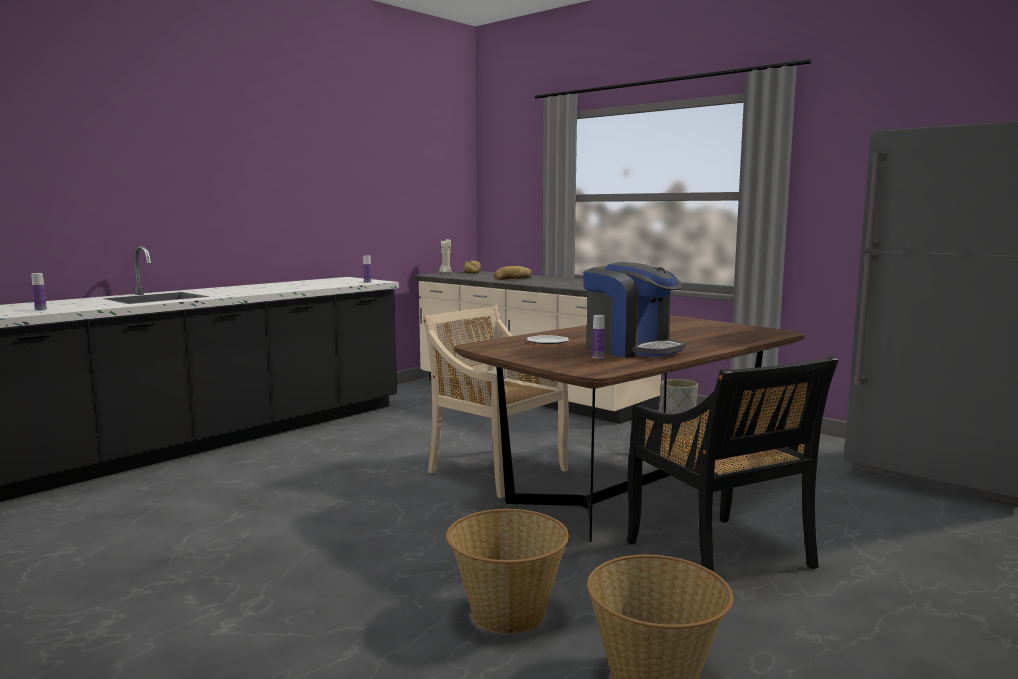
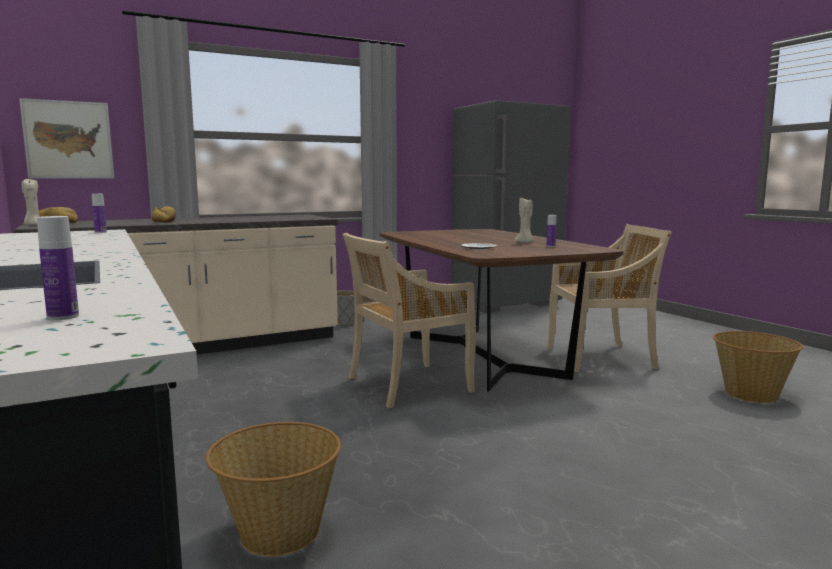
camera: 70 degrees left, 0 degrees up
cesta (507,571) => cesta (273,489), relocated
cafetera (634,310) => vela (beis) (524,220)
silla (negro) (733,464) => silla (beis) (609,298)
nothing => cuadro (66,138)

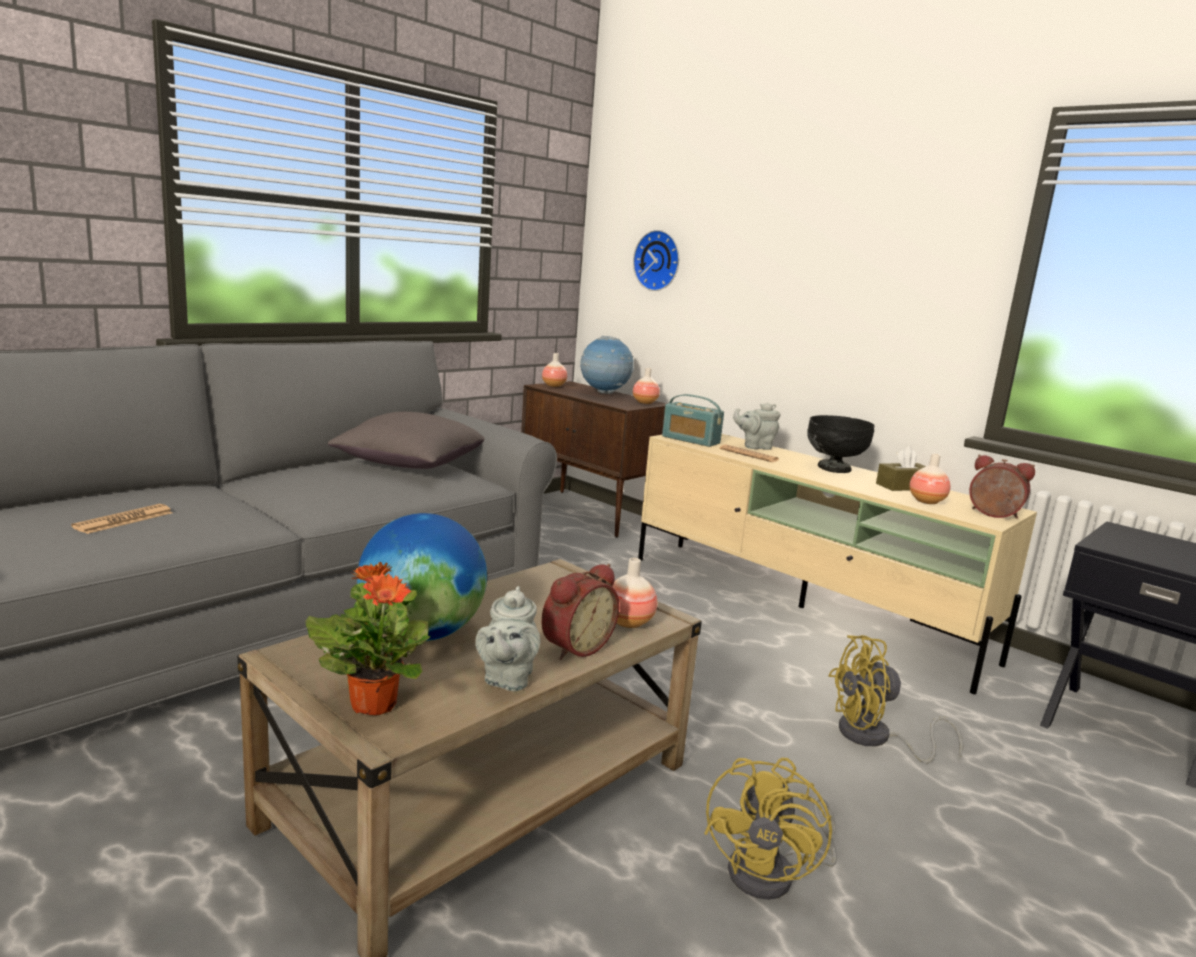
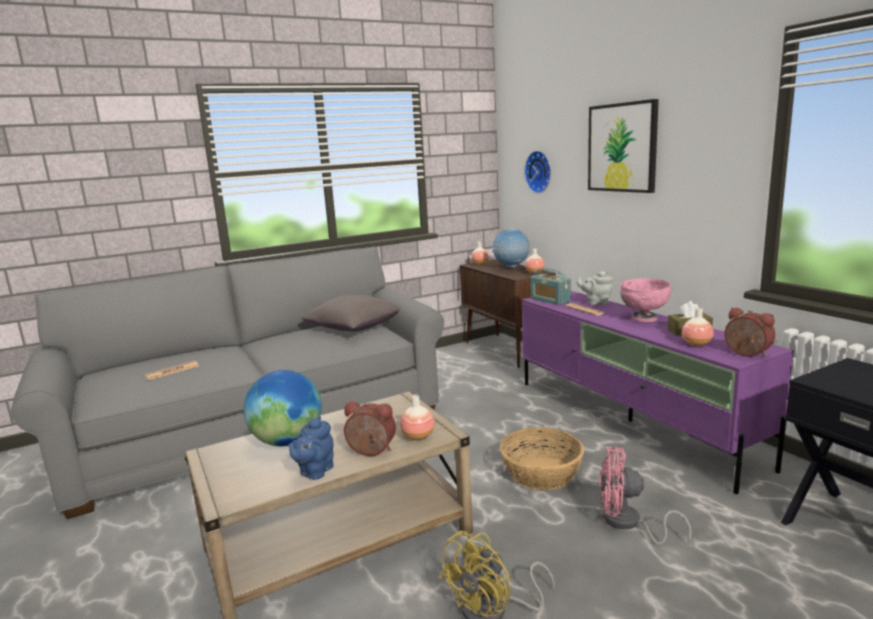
camera: 20 degrees right, 0 degrees up
planta en maceta (368,638) => nothing
tetera (gris) (508,638) => tetera (azul) (311,448)
despertador (580,612) => despertador (370,428), 135 degrees counterclockwise
mueble de televisión (beis) (837,564) => mueble de televisión (morado) (657,392)
cuenco (negro) (840,444) => cuenco (rosa) (645,300)
ventilador (amarillo) (895,699) => ventilador (rosa) (645,496)
nothing => cesta (542,458)
nothing => cuadro (623,146)

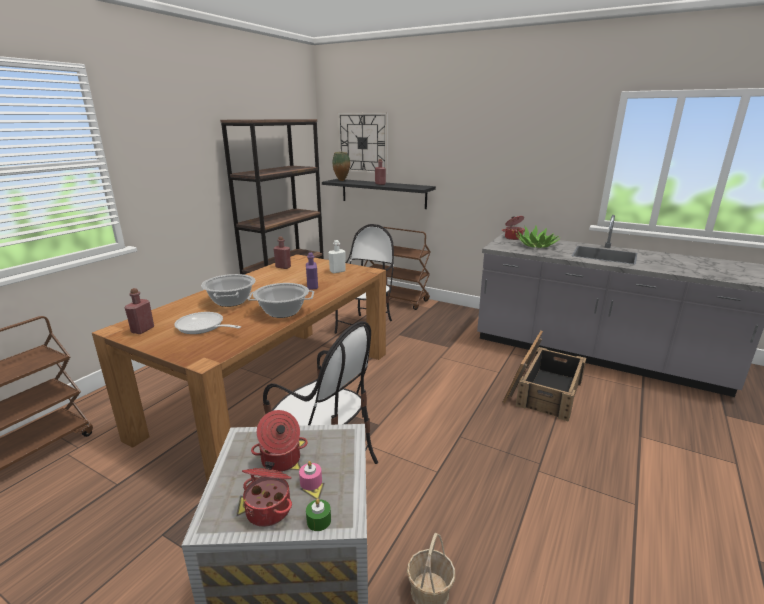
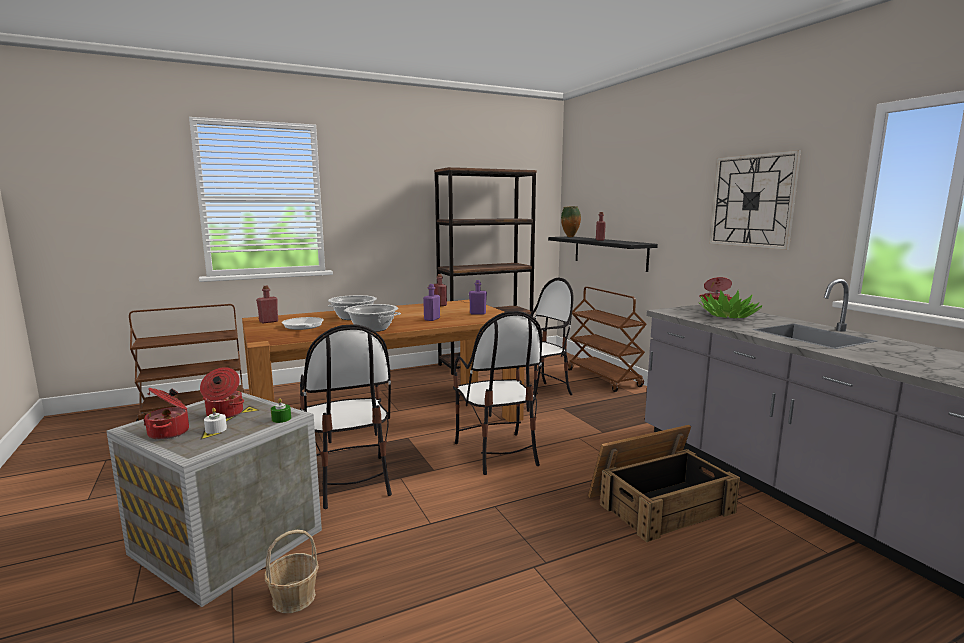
camera: 35 degrees right, 10 degrees down
vela (rosa) (310,475) => vela (blanco) (215,421)
vela (verde) (318,514) => vela (verde) (281,410), relocated
botella (blanco) (337,256) => botella (morado) (478,297)
reloj de pared (362,143) => reloj de pared (755,200), relocated
nothing => silla (497,393)

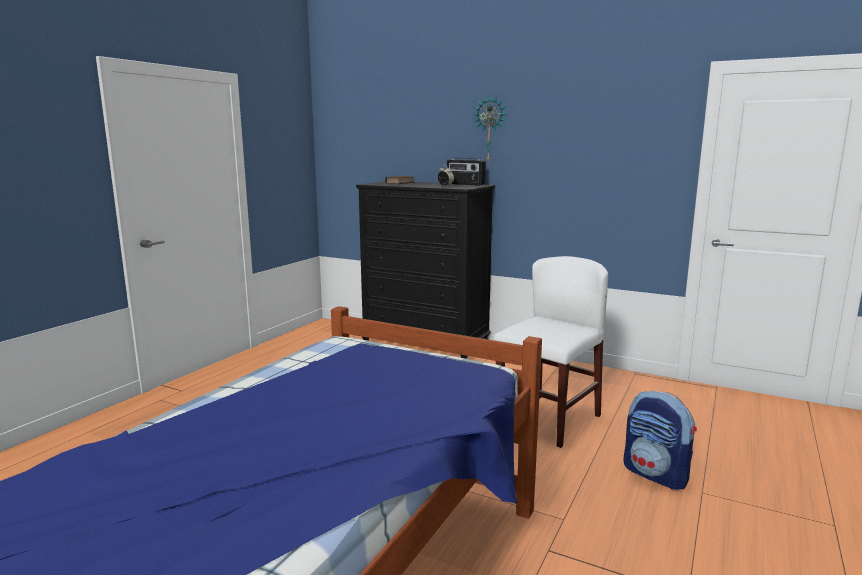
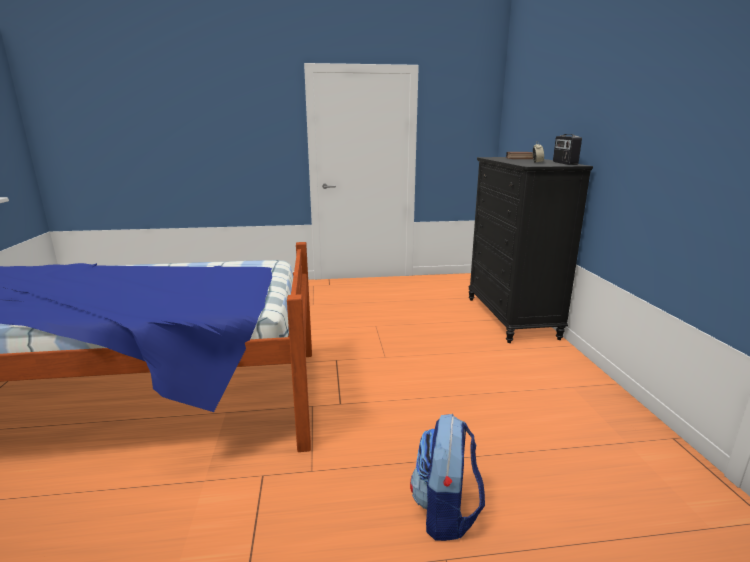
camera: 55 degrees right, 5 degrees up
reloj de pared (489,129) => nothing
silla (blanco) (551,352) => nothing

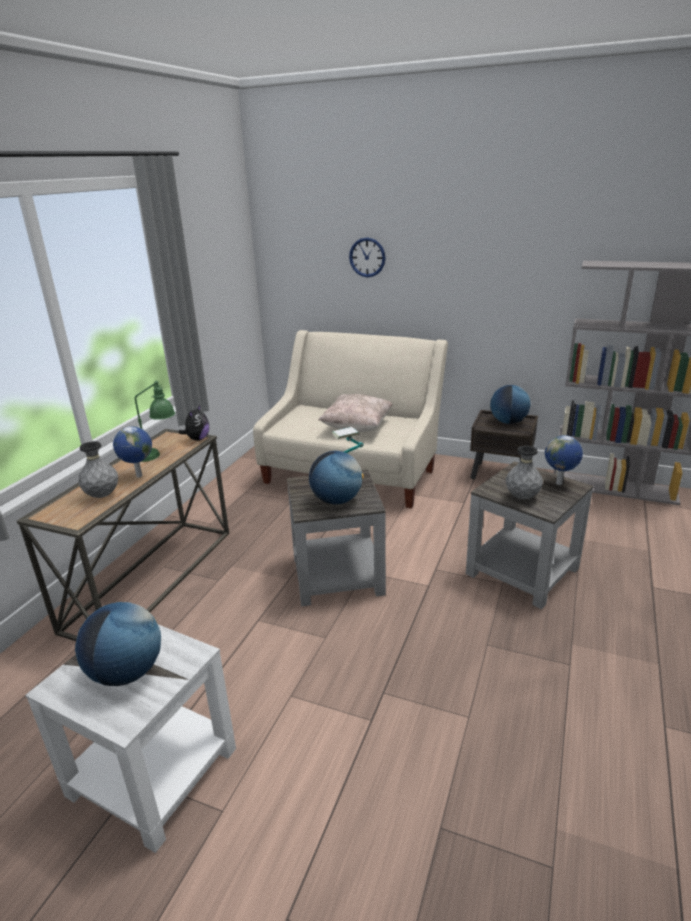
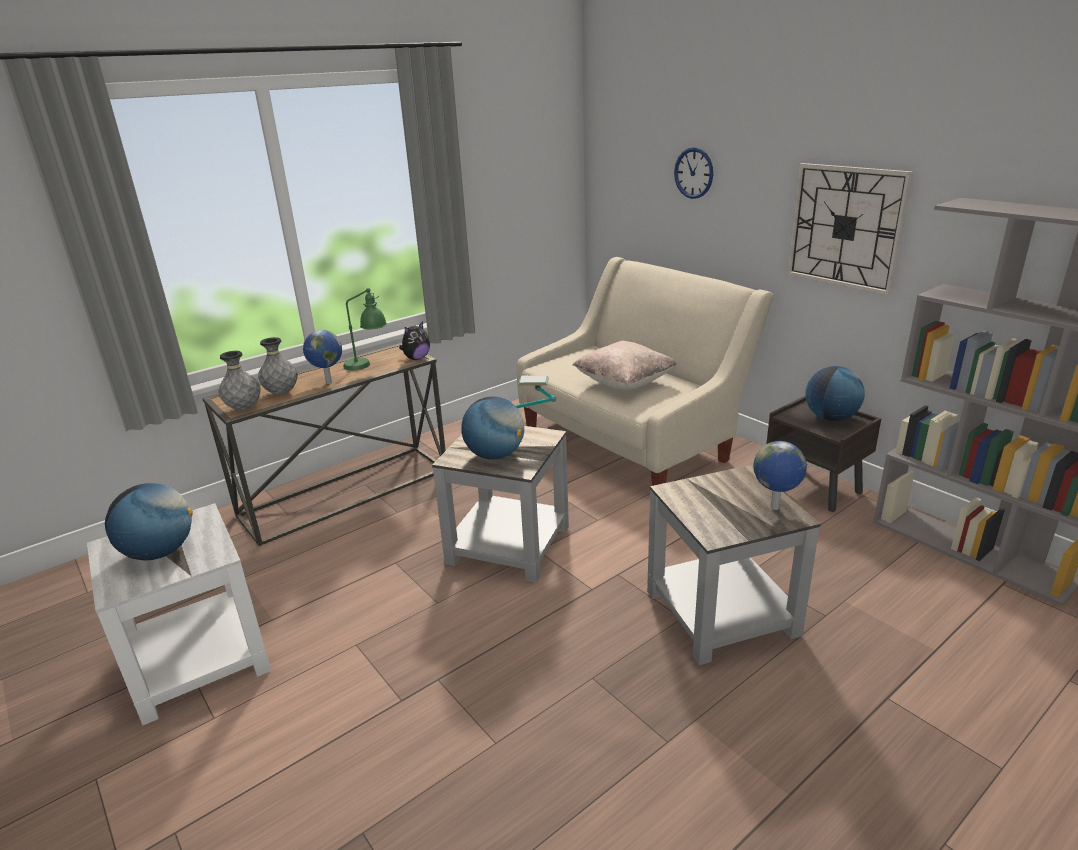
camera: 30 degrees right, 0 degrees up
florero (gris) (524,472) => florero (gris) (240,381), relocated
nothing => reloj de pared (850,229)

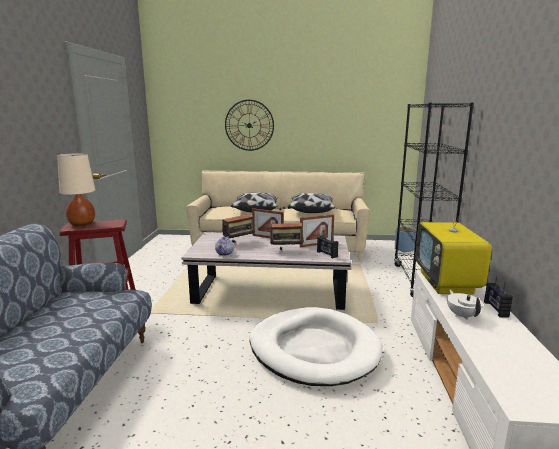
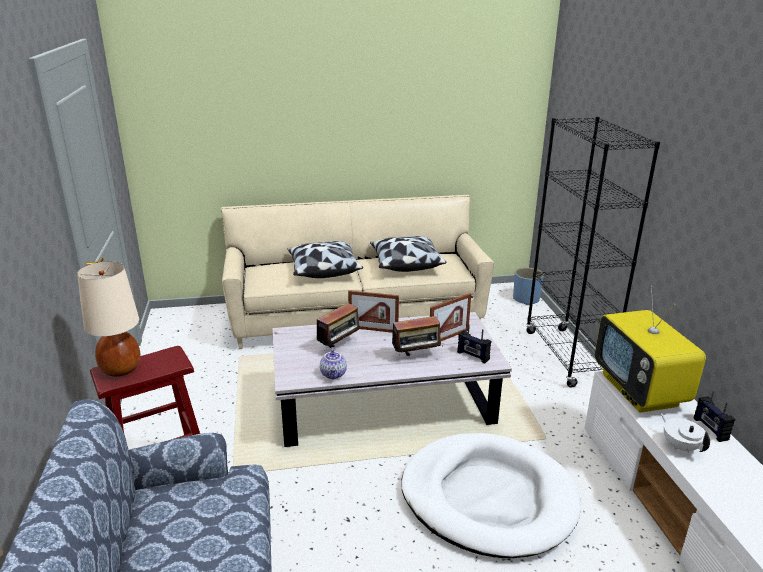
camera: 15 degrees left, 10 degrees up
reloj de pared (249,125) => nothing

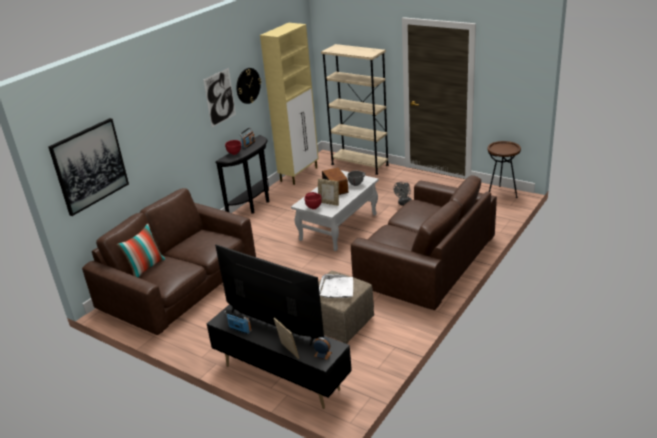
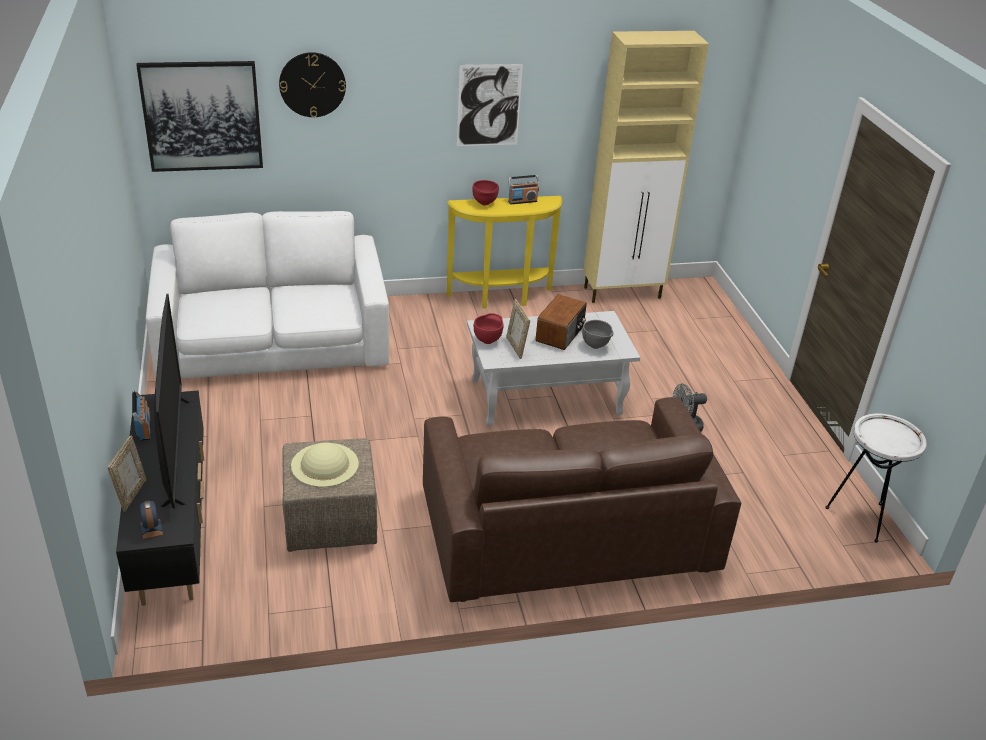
camera: 40 degrees right, 5 degrees up
sofá (marrón) (169,261) => sofá (blanco) (267,295)
cojín (141,251) => nothing
mesa consola (negro) (242,174) => mesa consola (amarillo) (504,252)
reloj de pared (248,86) => reloj de pared (312,85), relocated
bandeja (blanco) (336,286) => sombrero (beis) (325,464)
estantería (beis) (355,109) => nothing
mesa auxiliar (marrón) (504,169) => mesa auxiliar (blanco) (876,478)

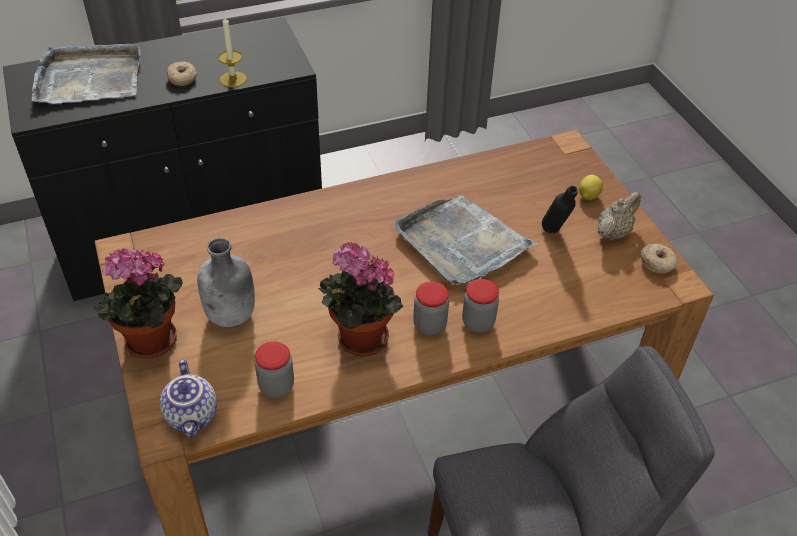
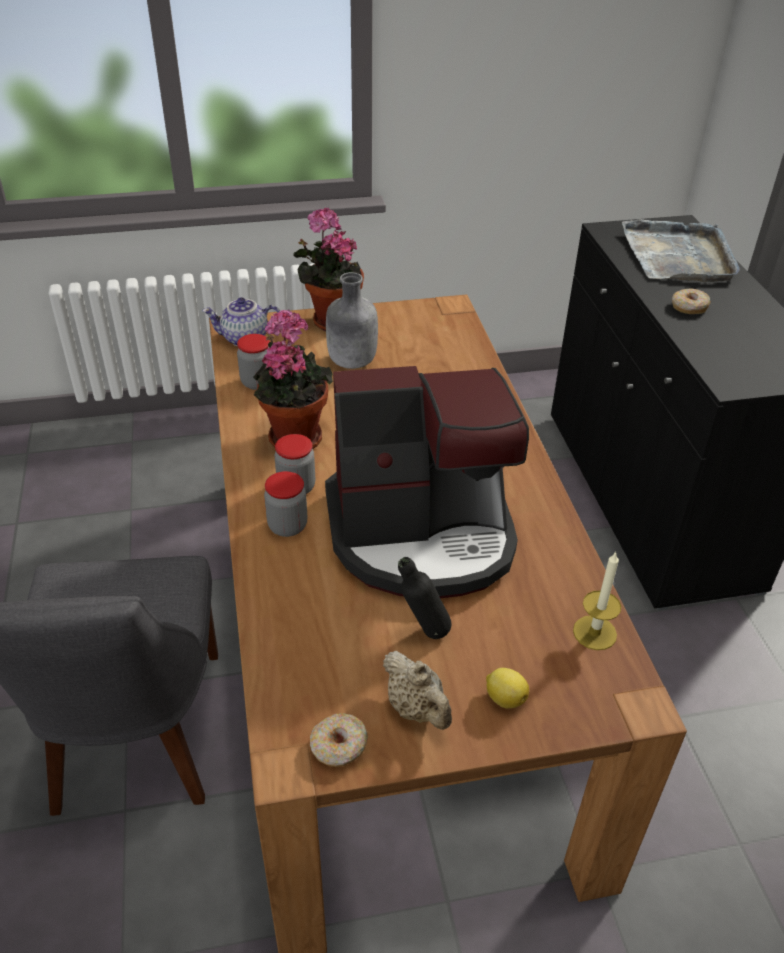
camera: 100 degrees right, 5 degrees down
vela (233,51) => vela (597,601), relocated
bandeja (gris) (466,239) => cafetera (427,482)

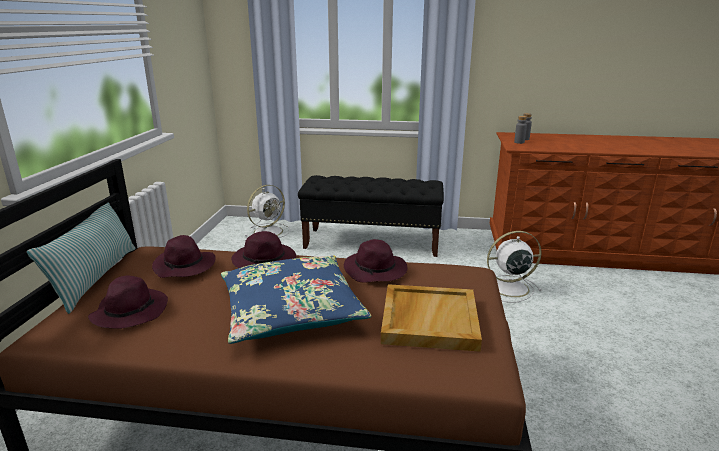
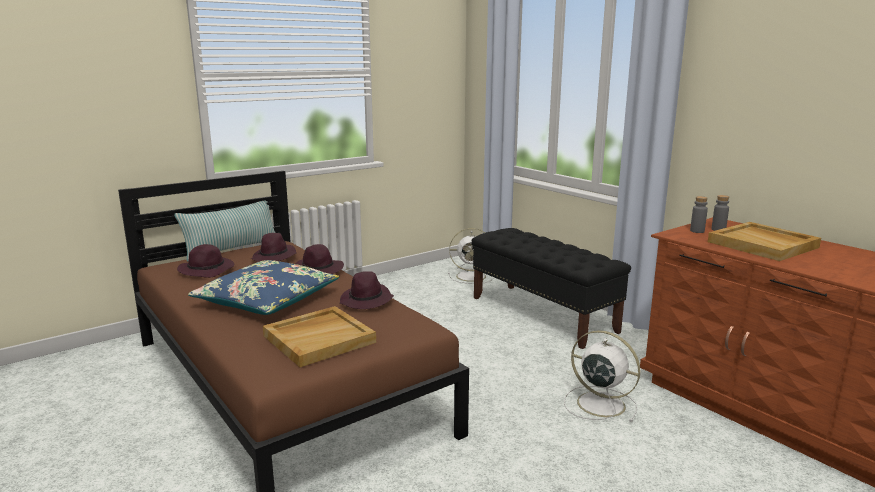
camera: 45 degrees right, 5 degrees down
nothing => bandeja (beis) (764,241)

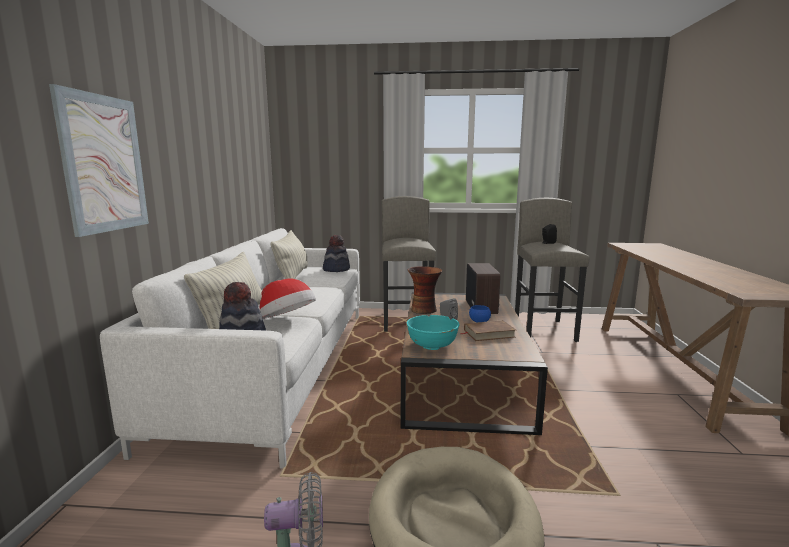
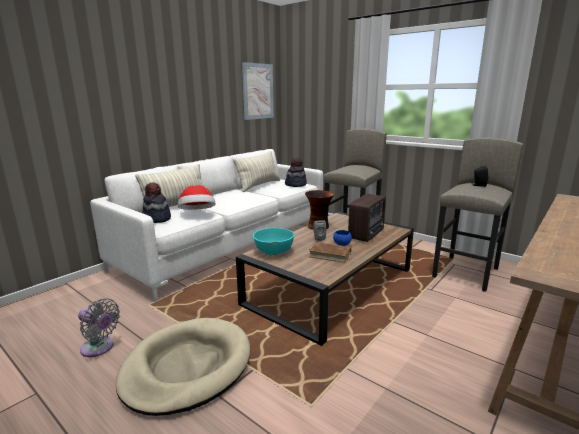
camera: 35 degrees right, 5 degrees up
cuadro (99,160) => cuadro (258,91), relocated

